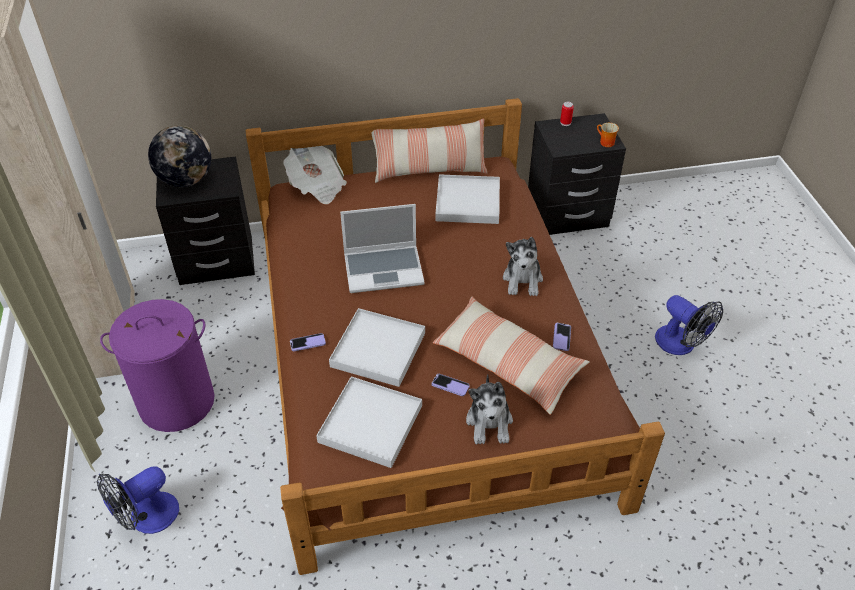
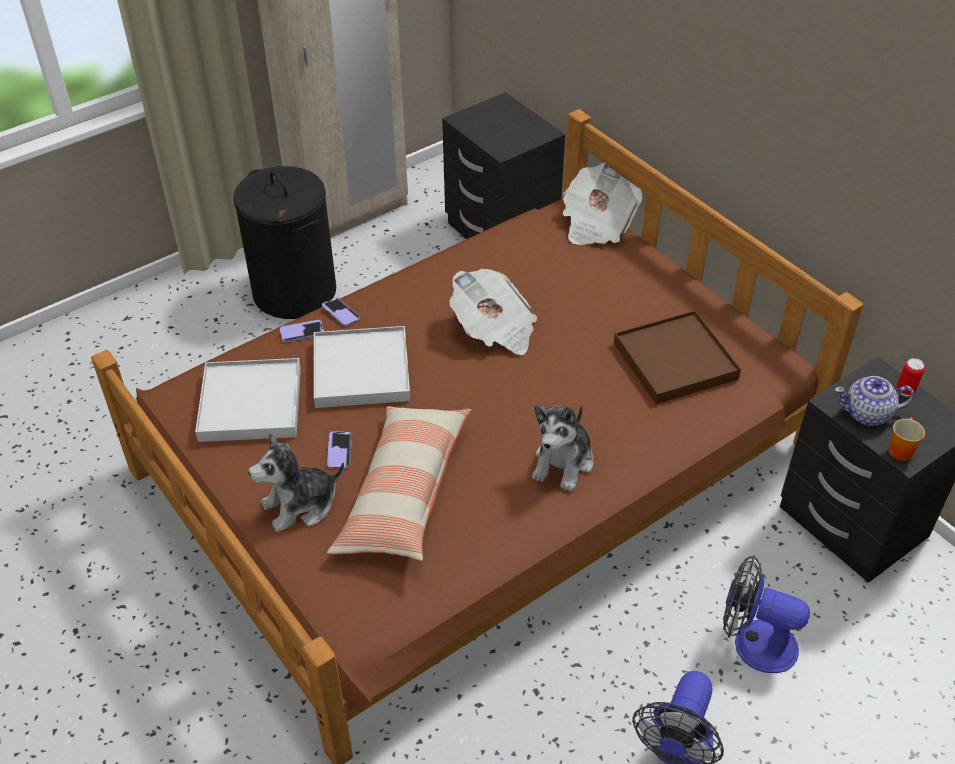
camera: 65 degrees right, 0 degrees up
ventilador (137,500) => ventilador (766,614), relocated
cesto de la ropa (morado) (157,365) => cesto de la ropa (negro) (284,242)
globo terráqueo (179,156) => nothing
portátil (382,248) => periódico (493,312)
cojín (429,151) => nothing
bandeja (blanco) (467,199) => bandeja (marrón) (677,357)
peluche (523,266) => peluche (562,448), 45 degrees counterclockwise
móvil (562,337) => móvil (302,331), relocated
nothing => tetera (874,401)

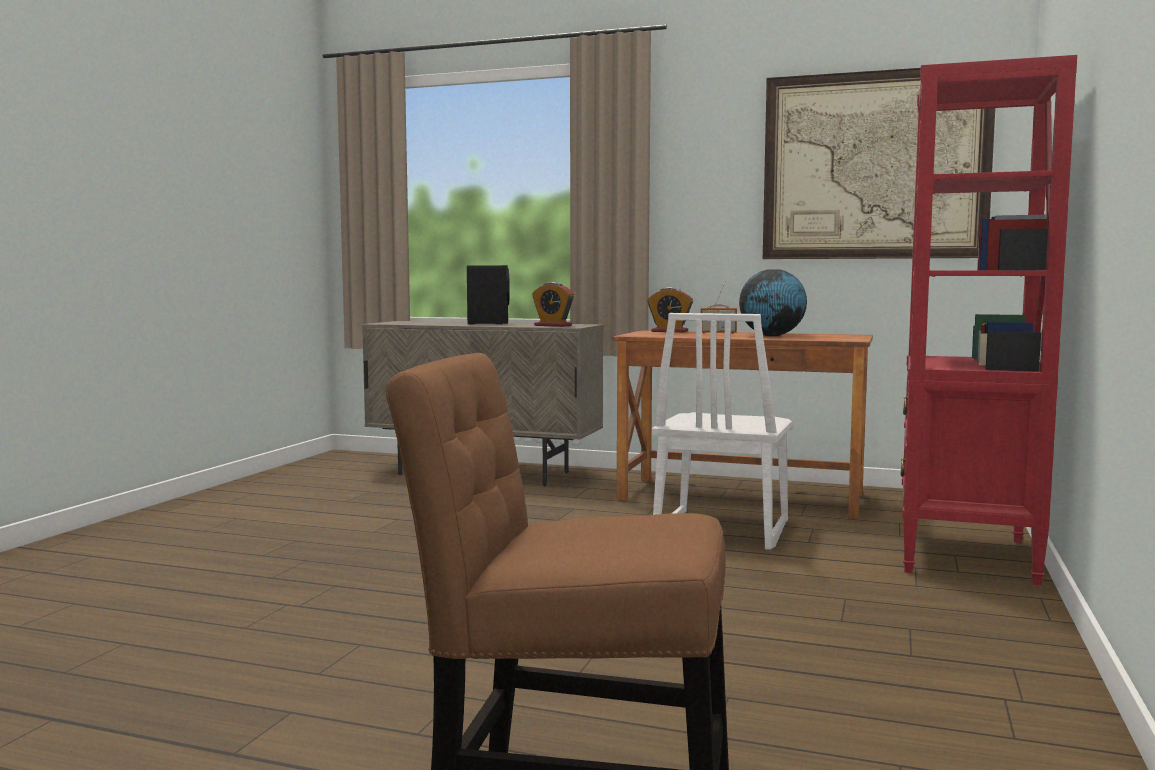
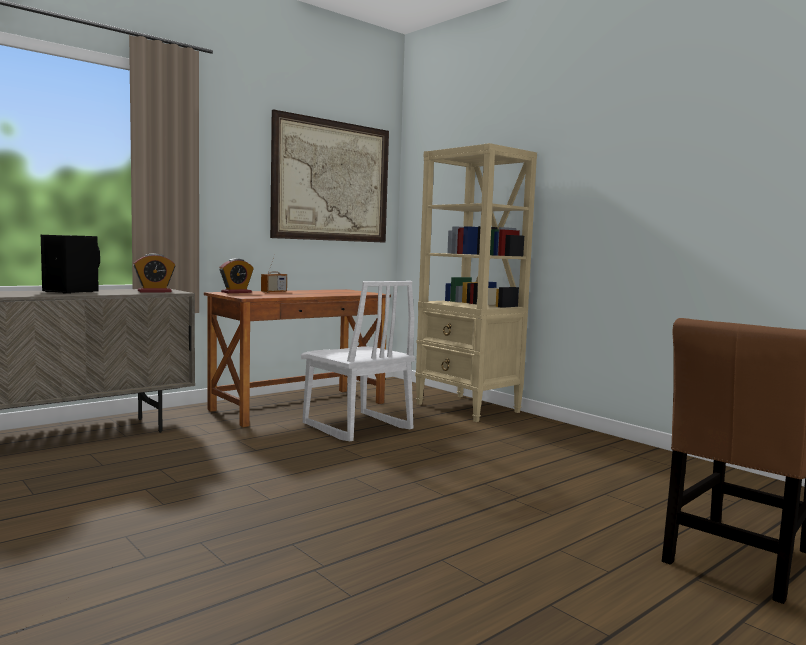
camera: 60 degrees left, 0 degrees up
globo terráqueo (773,302) => nothing
estantería (rojo) (988,320) => estantería (beis) (476,282)

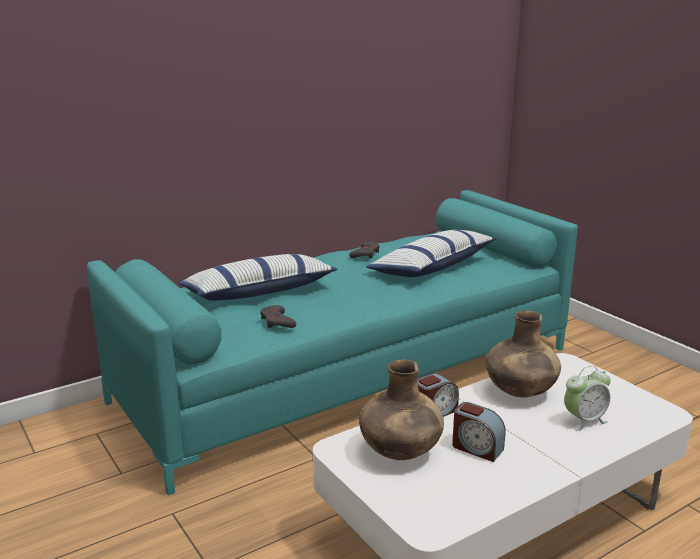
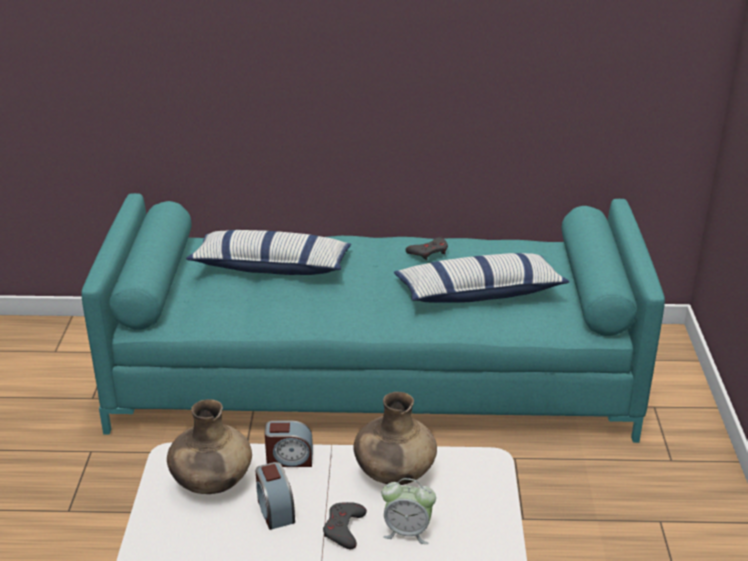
camera: 35 degrees right, 10 degrees up
mando de consola (gris) (278,316) => mando de consola (gris) (345,525), relocated

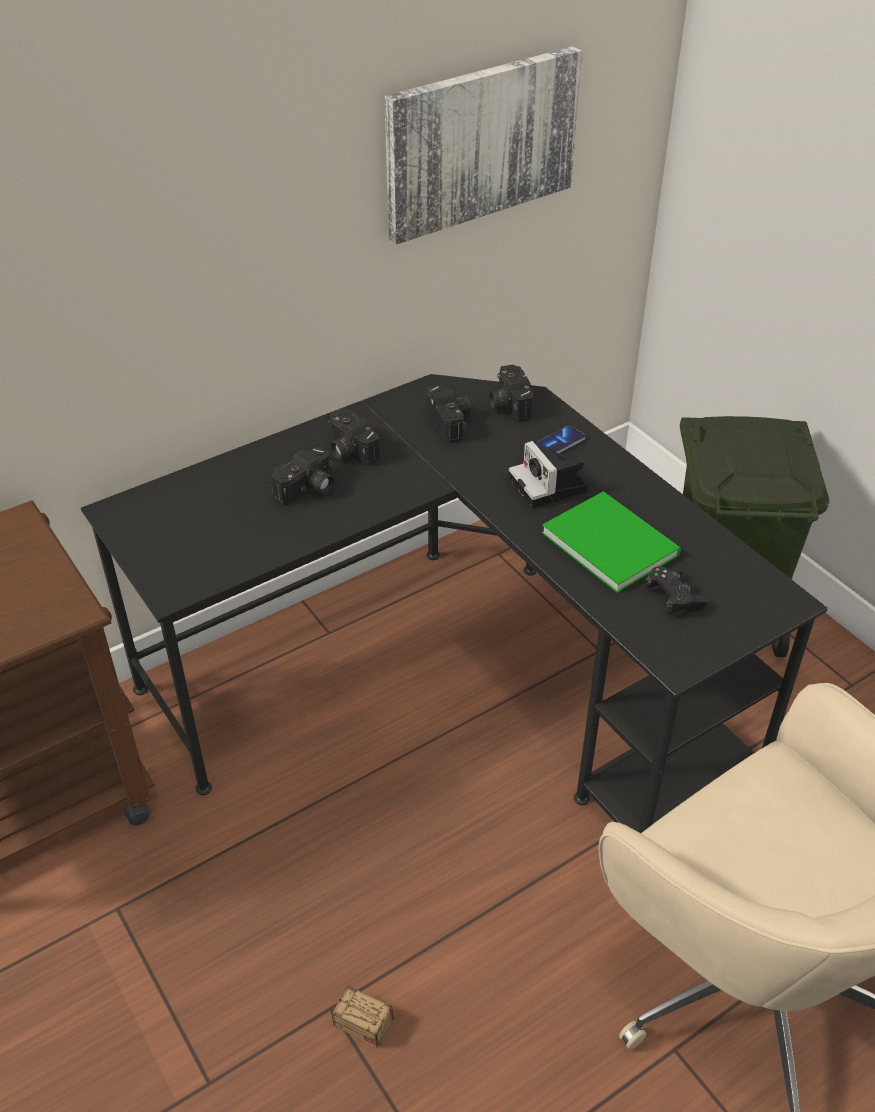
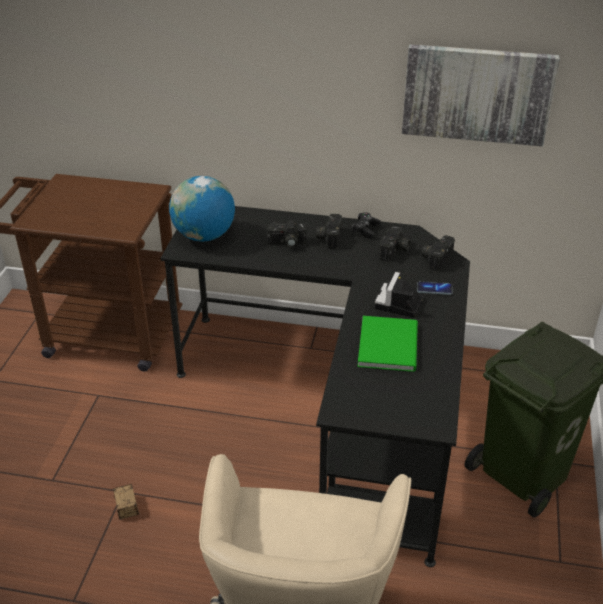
camera: 45 degrees right, 5 degrees down
mando de consola (negro) (677,590) => mando de consola (negro) (366,225), relocated
nothing => globo terráqueo (202,209)

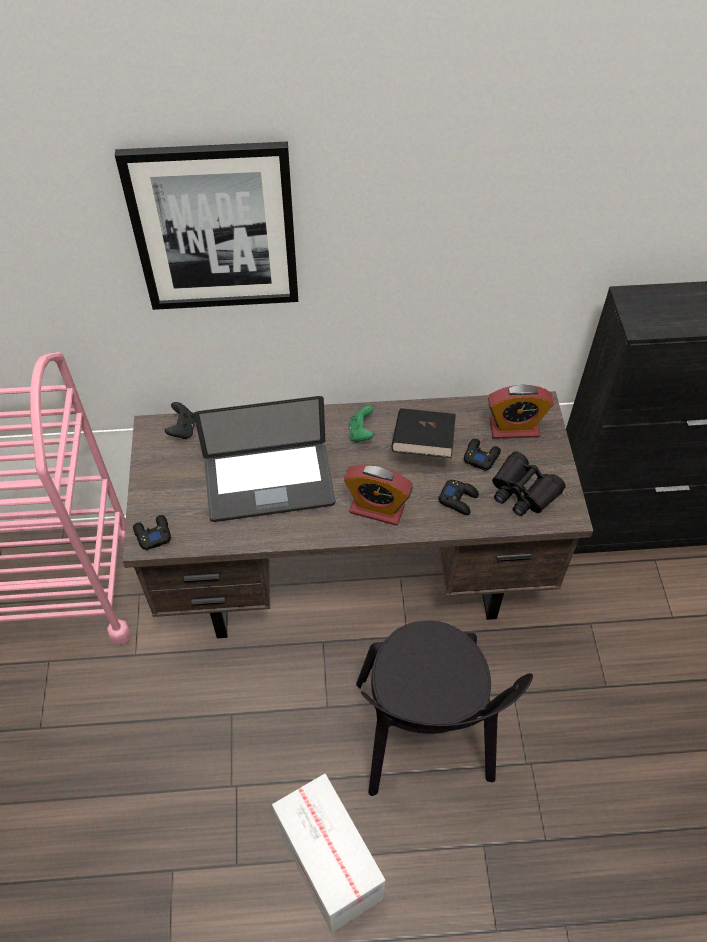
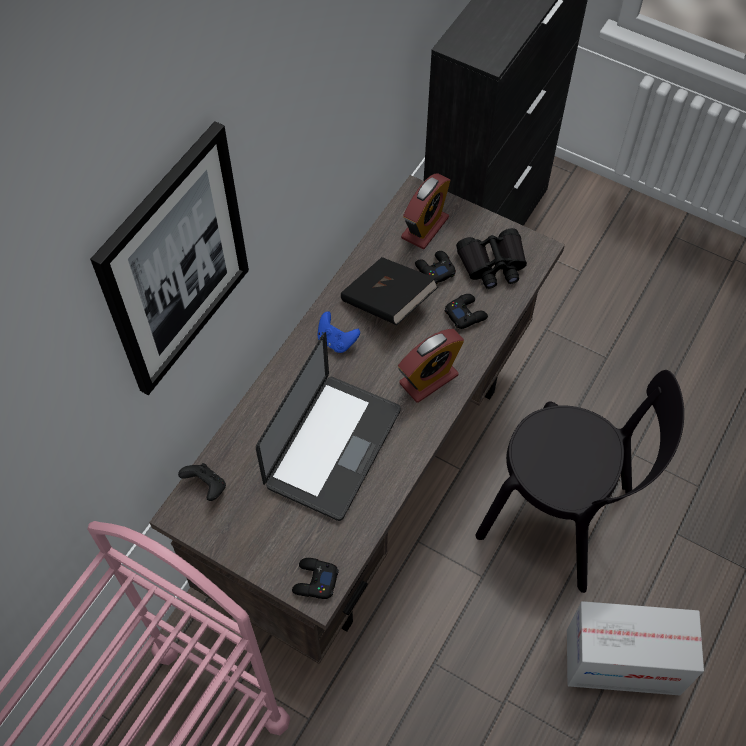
camera: 55 degrees left, 5 degrees up
mando de consola (verde) (361,424) => mando de consola (azul) (338,332)

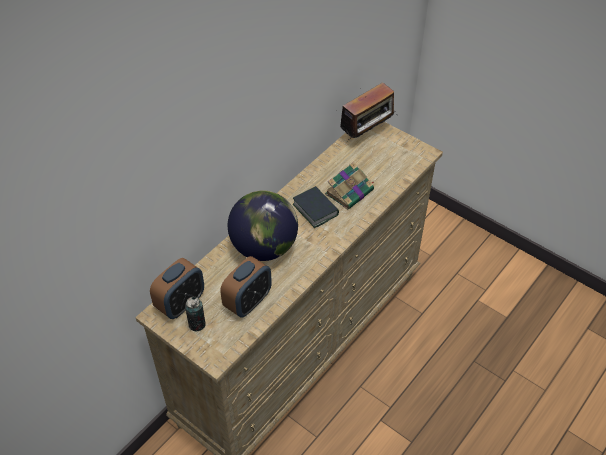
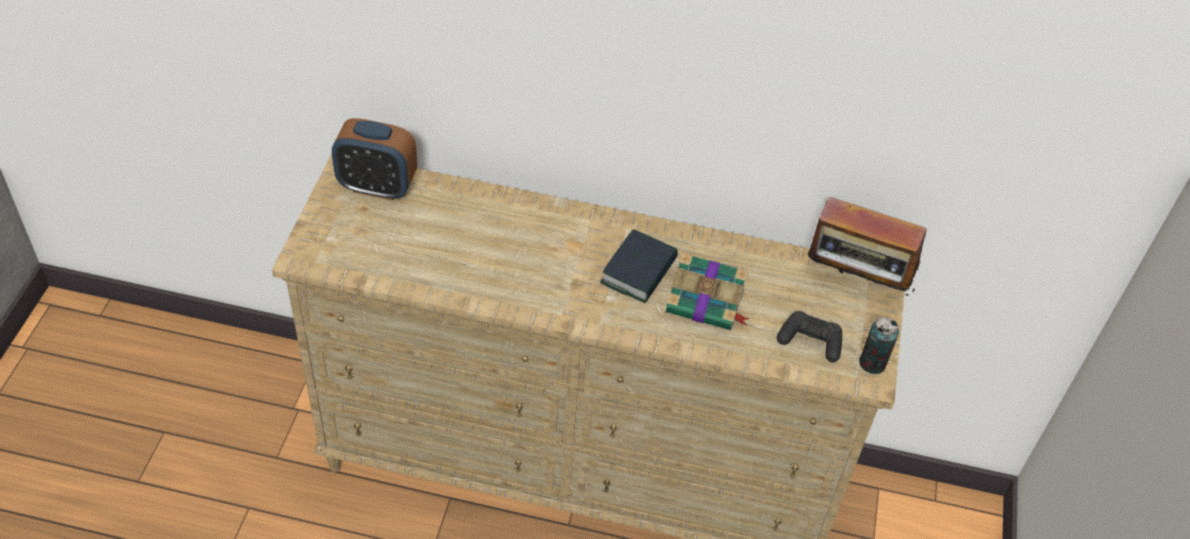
camera: 60 degrees right, 0 degrees up
lata (195,314) => lata (879,345), relocated
despertador (246,287) => nothing
globo terráqueo (263,226) => nothing
nothing => mando de consola (negro) (809,336)

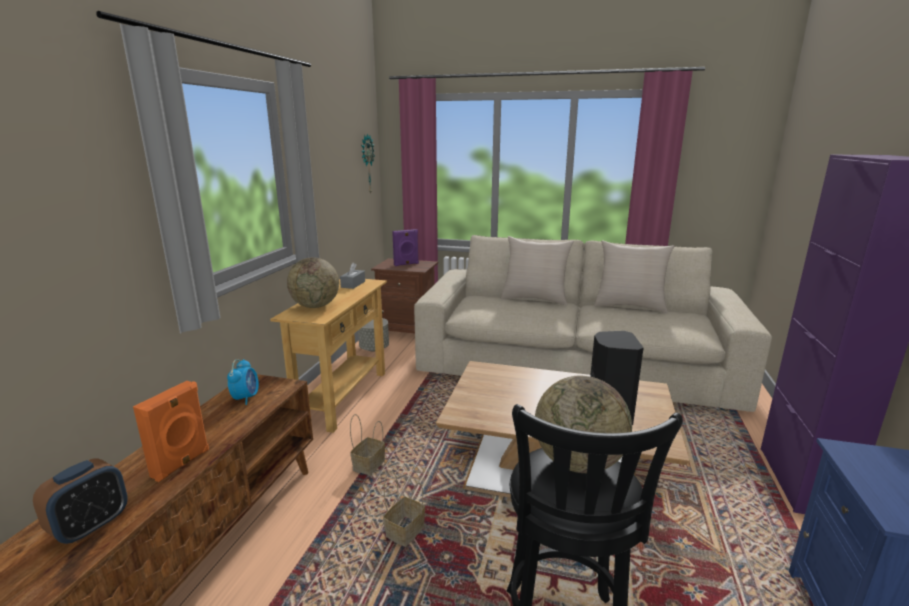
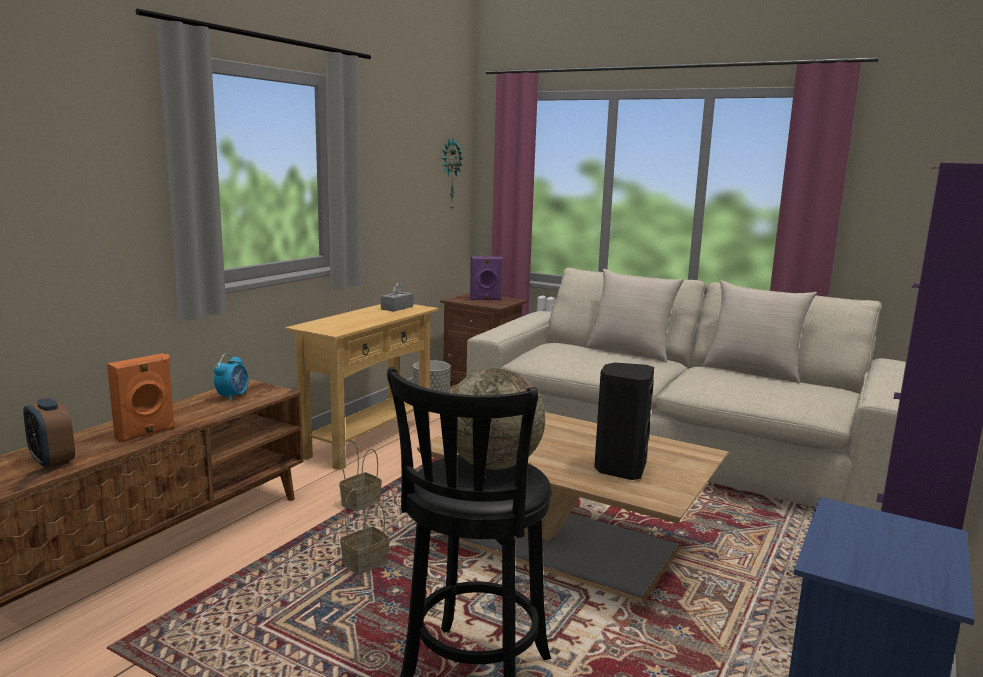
camera: 15 degrees right, 5 degrees down
despertador (80,501) => despertador (49,433), 90 degrees clockwise
globo terráqueo (313,282) => nothing

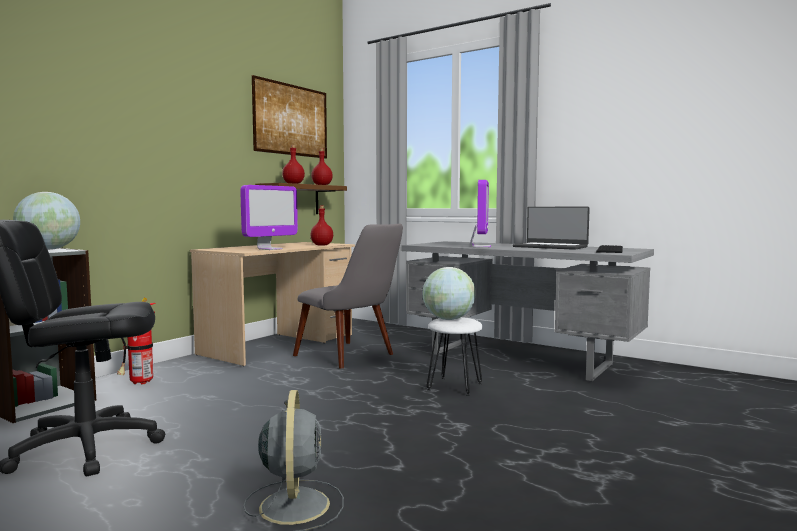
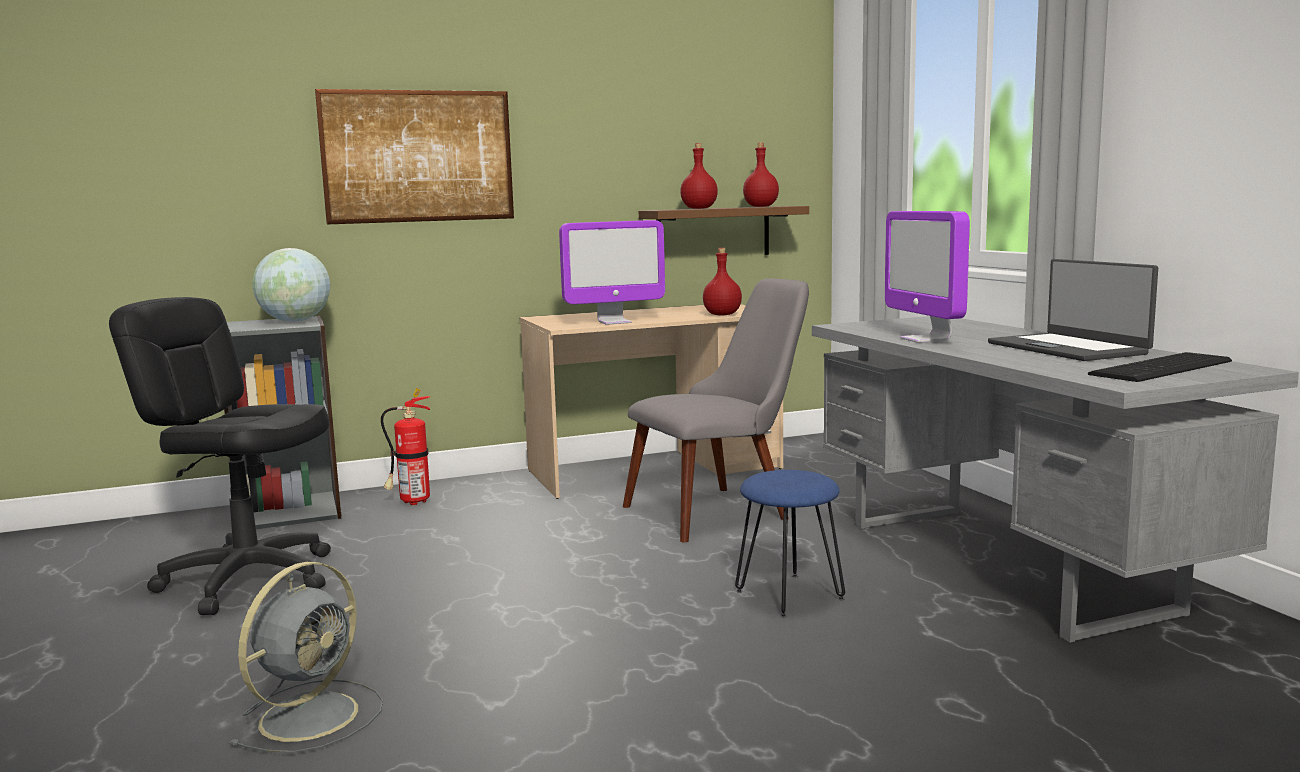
camera: 35 degrees right, 5 degrees up
cuadro (289,117) => cuadro (414,156), relocated
silla (gris) (348,296) => silla (gris) (716,410), 105 degrees counterclockwise
globo terráqueo (449,293) => nothing
taburete (blanco) (455,356) => taburete (azul) (790,543)
monitor (480,214) => monitor (927,277), 120 degrees clockwise

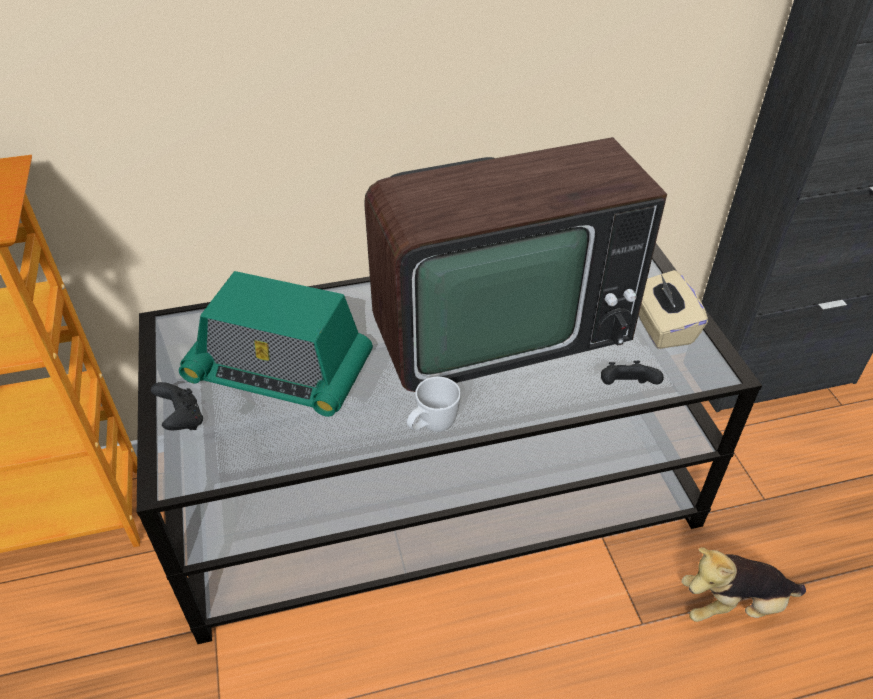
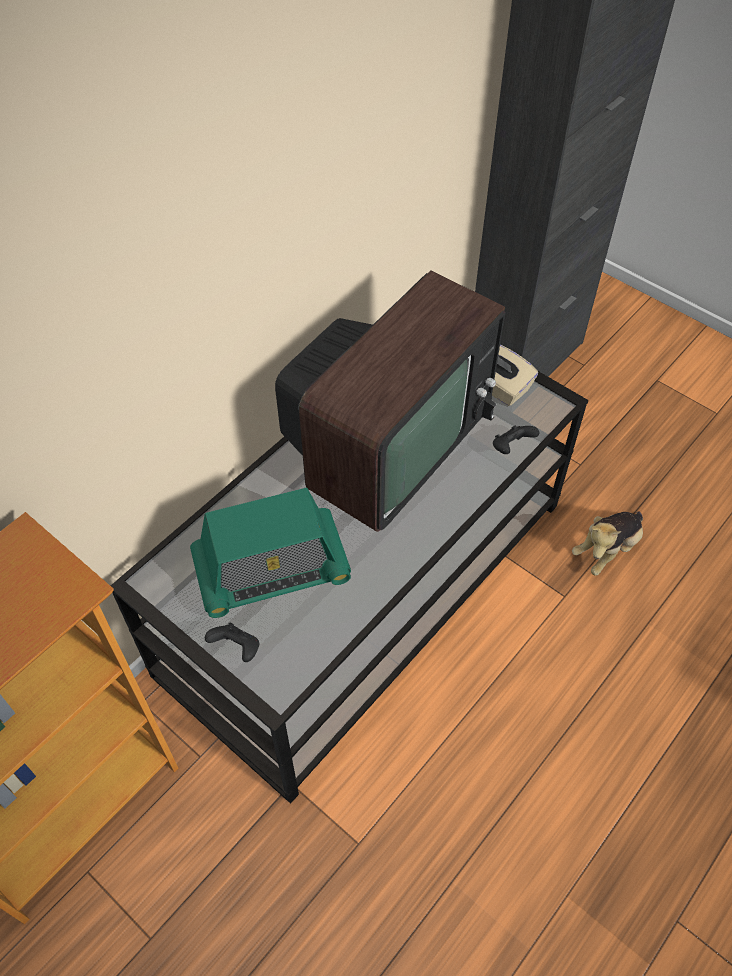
camera: 35 degrees left, 10 degrees up
taza grande (blanco) (434,404) => nothing

